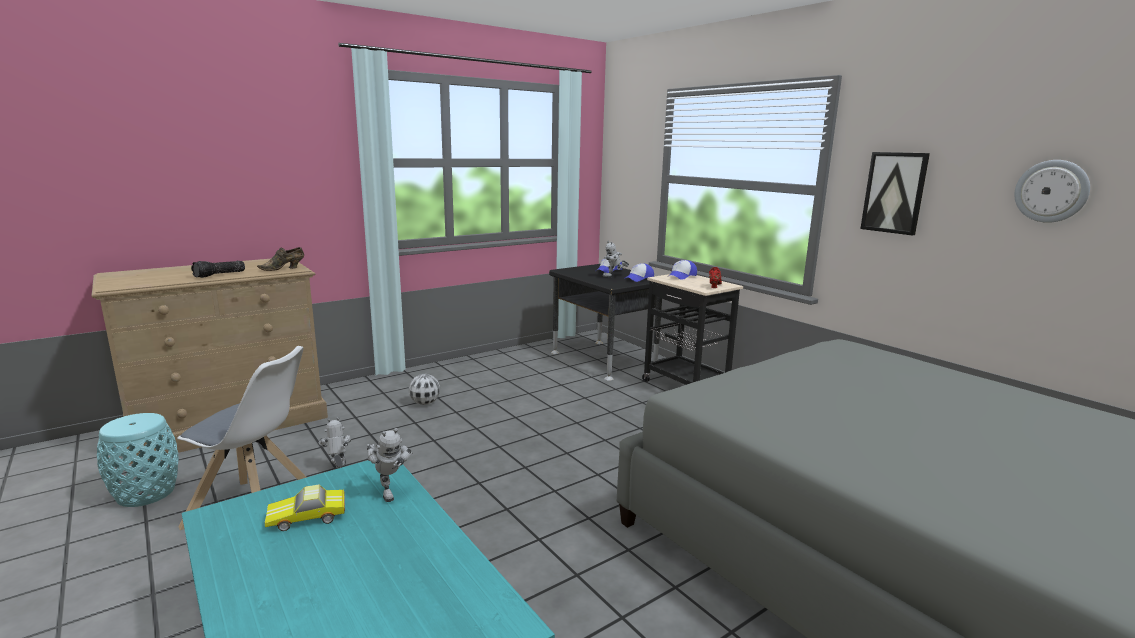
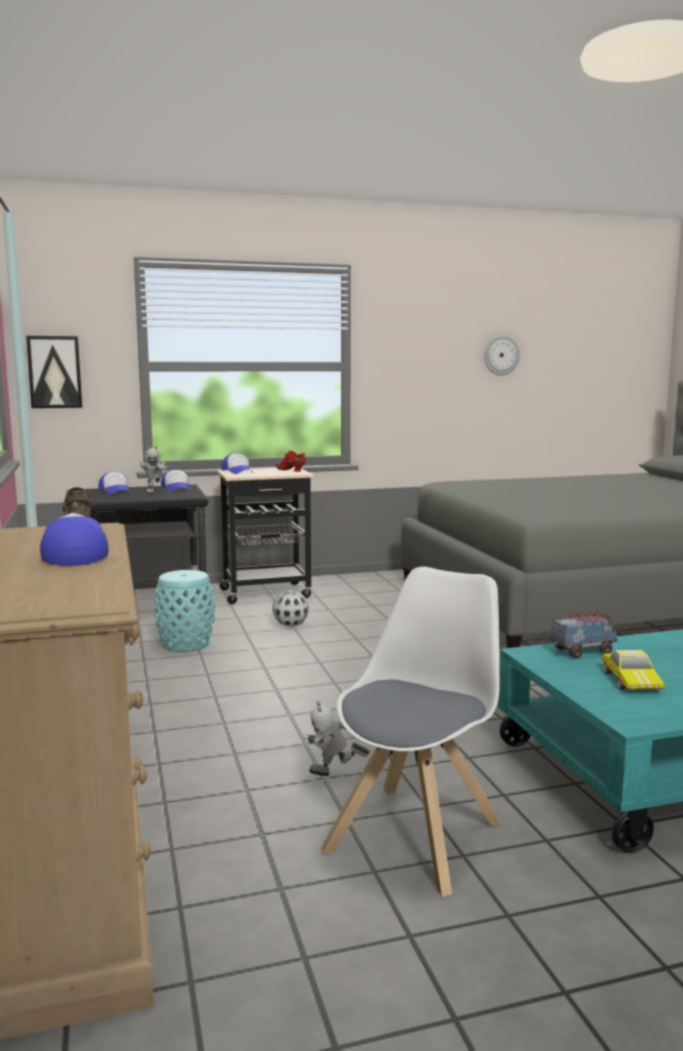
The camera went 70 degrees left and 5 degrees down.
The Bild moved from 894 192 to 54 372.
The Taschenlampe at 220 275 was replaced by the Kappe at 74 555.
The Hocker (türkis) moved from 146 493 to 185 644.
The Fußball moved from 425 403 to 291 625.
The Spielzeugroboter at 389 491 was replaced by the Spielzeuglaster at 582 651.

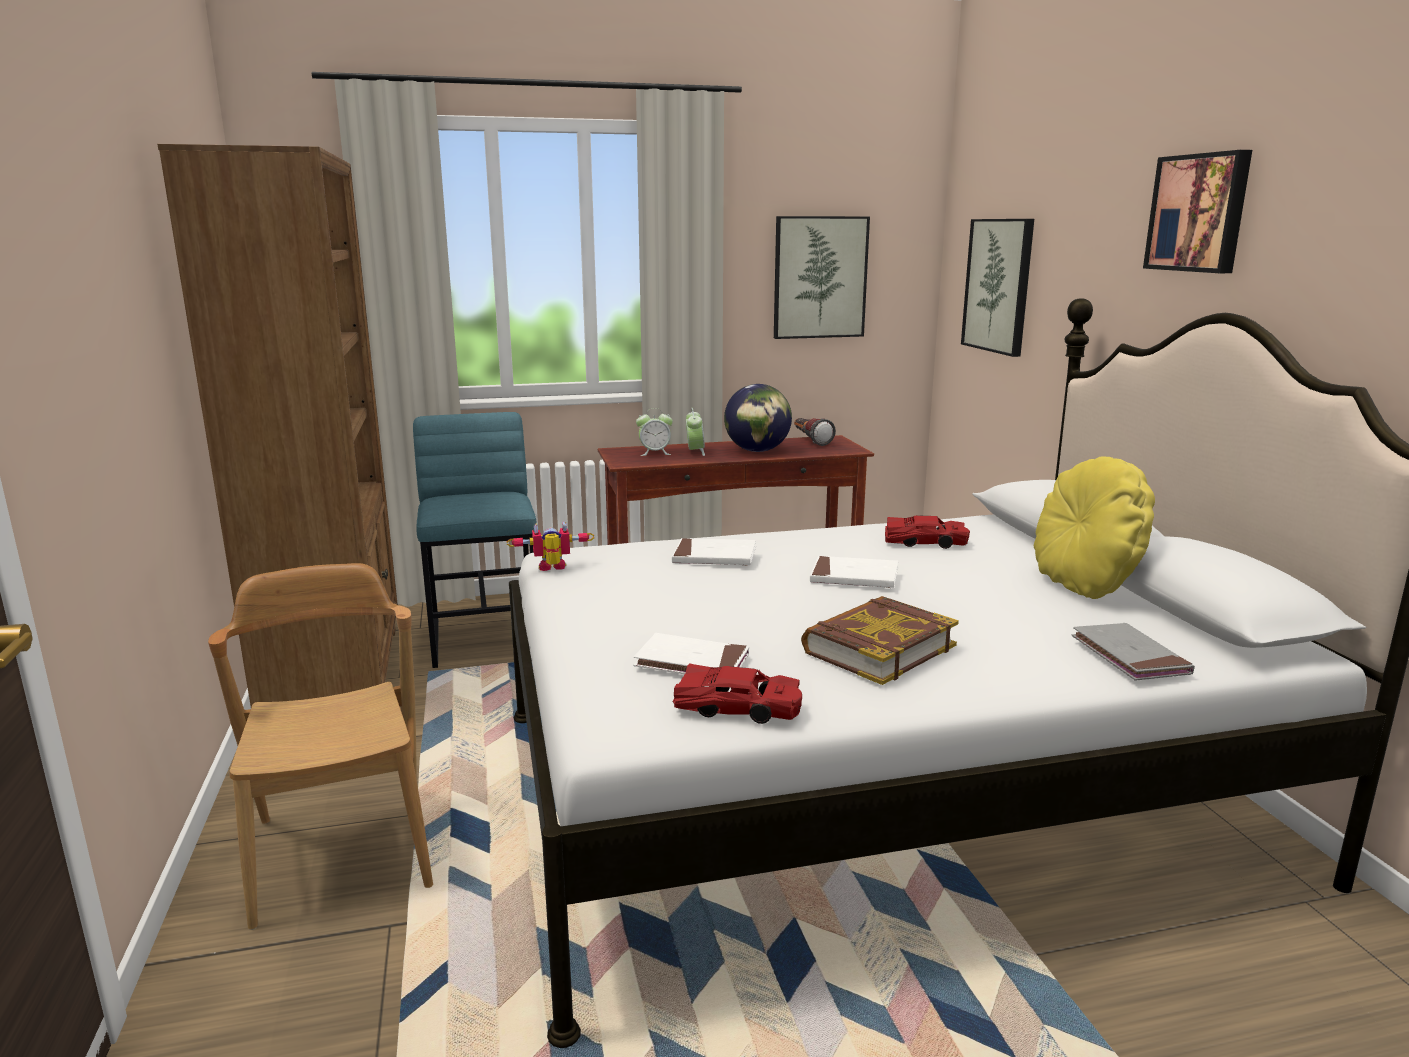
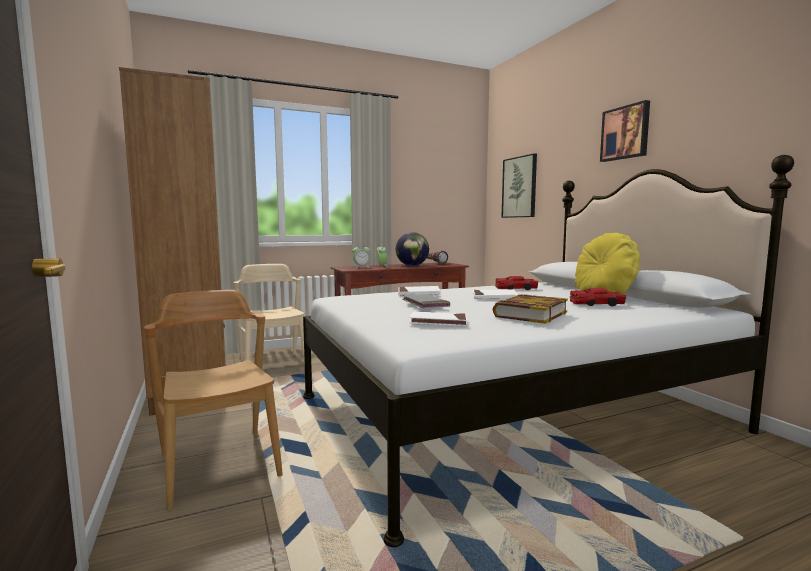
The camera went 10 degrees left and 10 degrees down.
The Hocker (blau) at 485 636 was replaced by the Stuhl (beige) at 273 365.
The Buch (grau) moved from 1129 656 to 425 304.
The Spielzeugauto (rot) moved from 737 708 to 597 304.
The Spielzeugroboter at 552 569 disappeared.
The Bild at 819 277 disappeared.

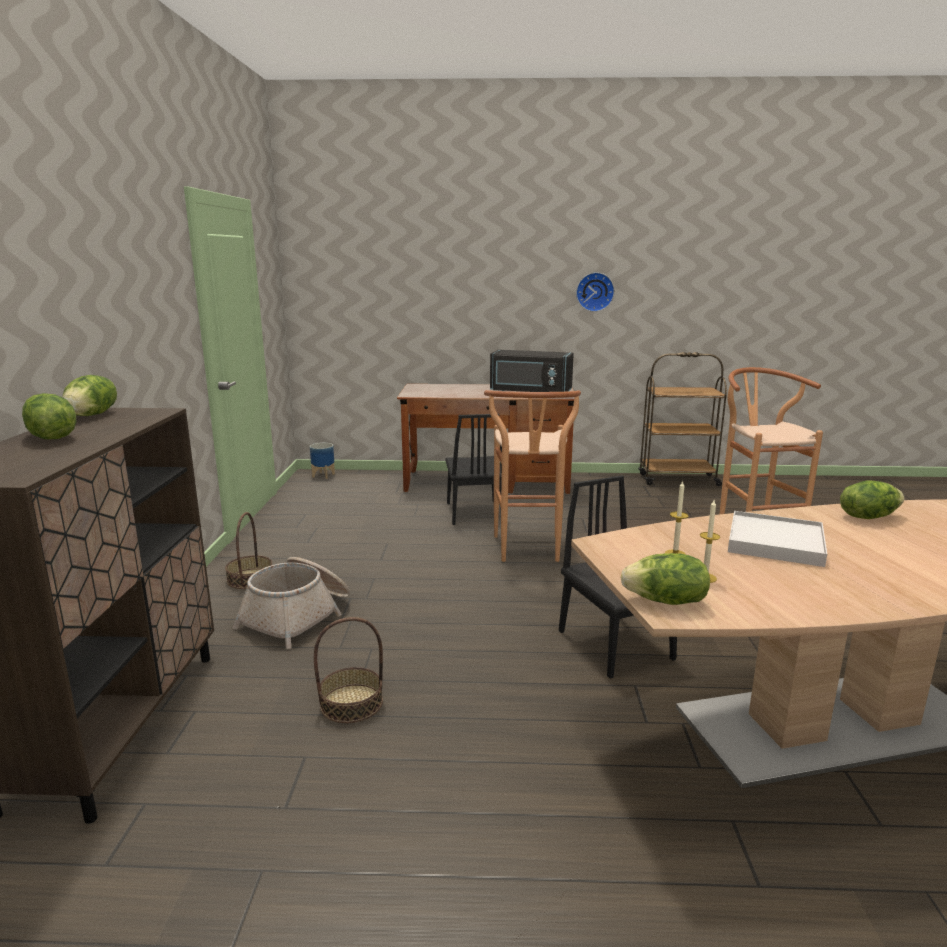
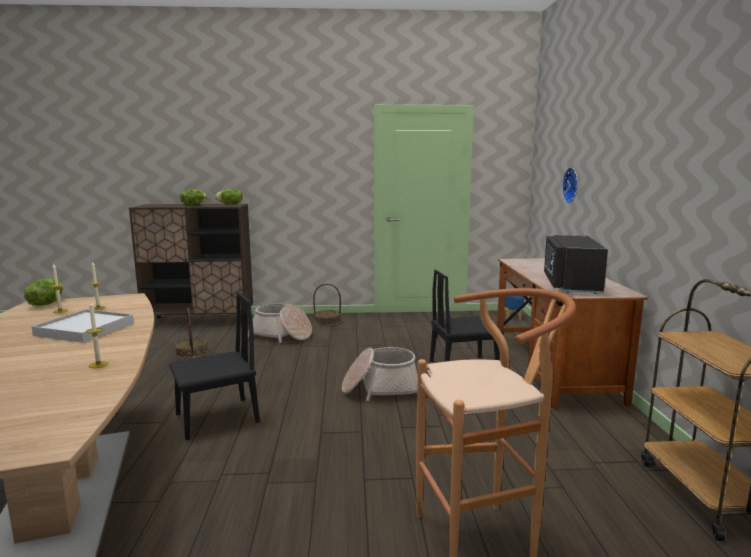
The camera went 85 degrees right and 5 degrees down.
The Salatkopf at 868 516 was replaced by the Kerze at 98 364.
The Hocker (braun) at 528 552 was replaced by the Korb at 380 389.
The Wanduhr moved from 594 292 to 572 185.

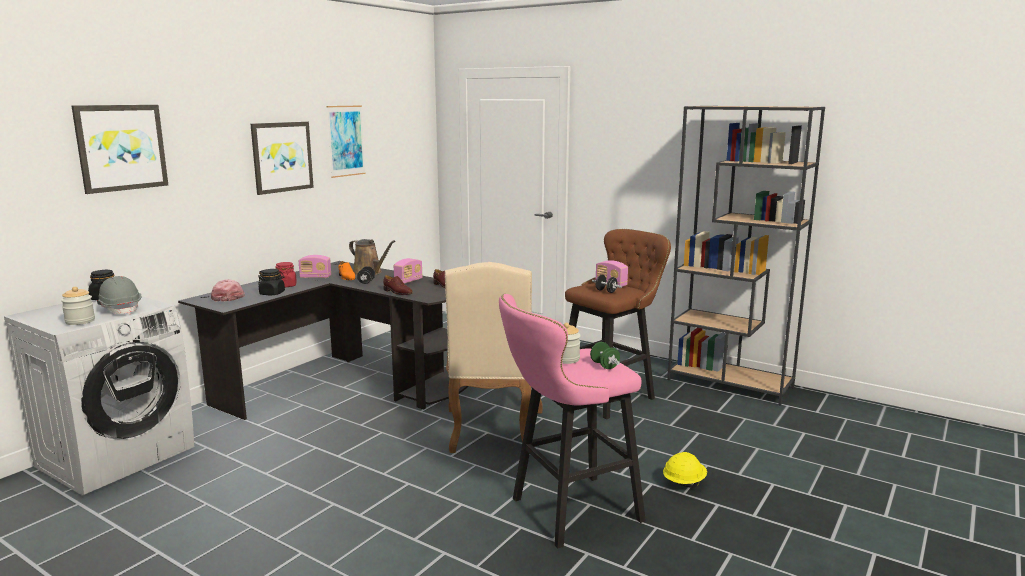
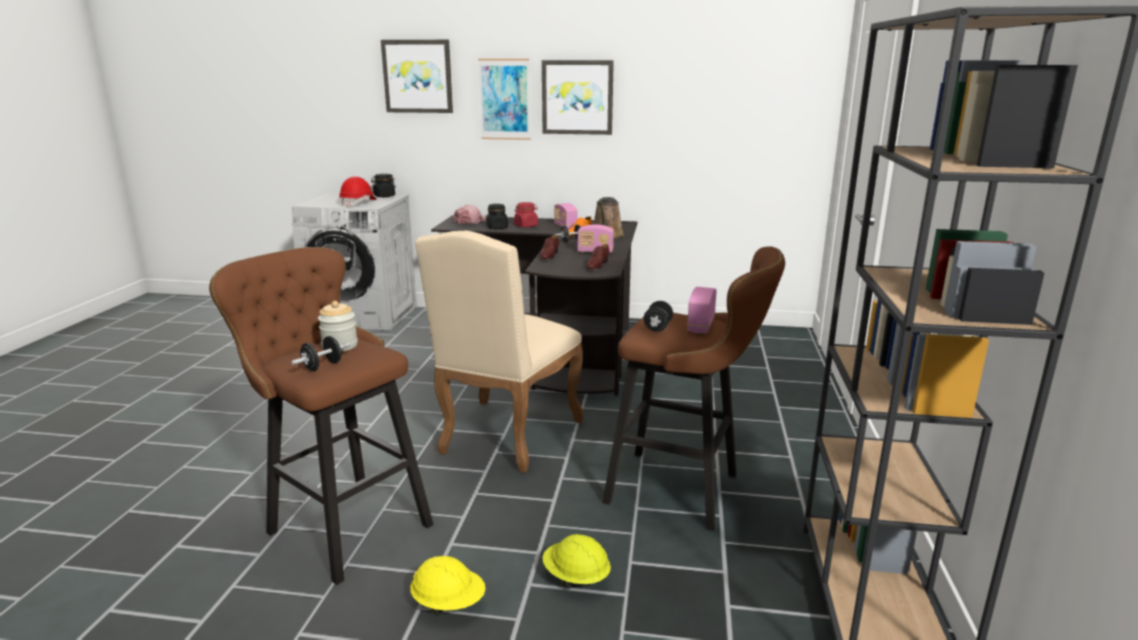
The camera went 65 degrees right and 5 degrees up.
The Hocker (rosa) at 563 513 became the Hocker (braun) at 339 521.
The Hantel (grün) at 604 365 became the Hantel (schwarz) at 322 366.
The Schutzhelm (grau) at 120 309 became the Schutzhelm (rot) at 358 203.
The Stuhl (beige) at 492 432 turned 45 degrees counterclockwise.
The Bild moved from 346 141 to 504 99.
The Schutzhelm (gelb) at 575 578 appeared.
The Vorratsglas at 80 321 disappeared.

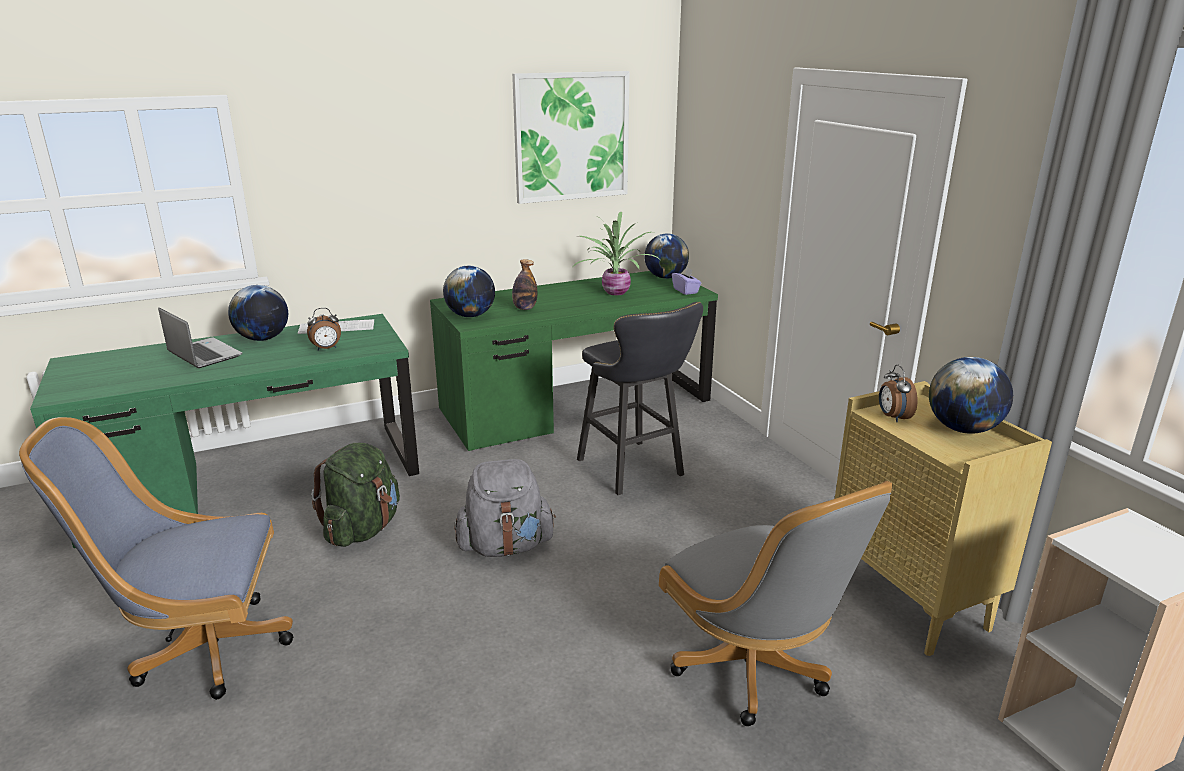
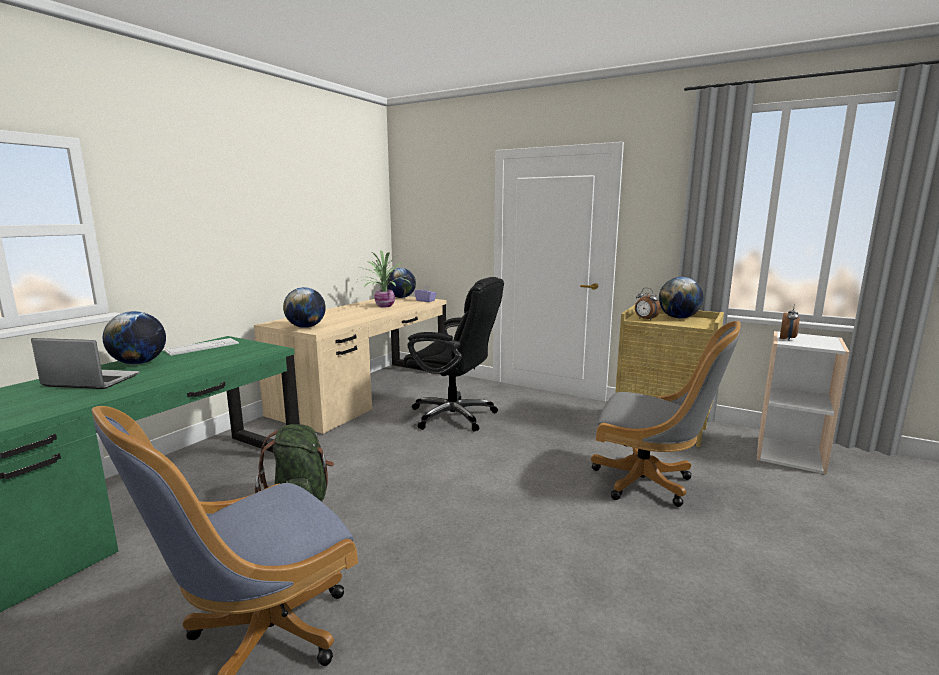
The camera went 35 degrees left and 10 degrees down.
The Schreibtisch (grün) at 576 405 became the Schreibtisch (beige) at 366 393.
The Hocker (schwarz) at 636 472 was replaced by the Bürostuhl (schwarz) at 453 415.
The Wecker moved from 327 349 to 787 339.
The Rucksack (grau) at 506 546 disappeared.
The Bild at 571 136 disappeared.
The Flasche at 525 308 disappeared.

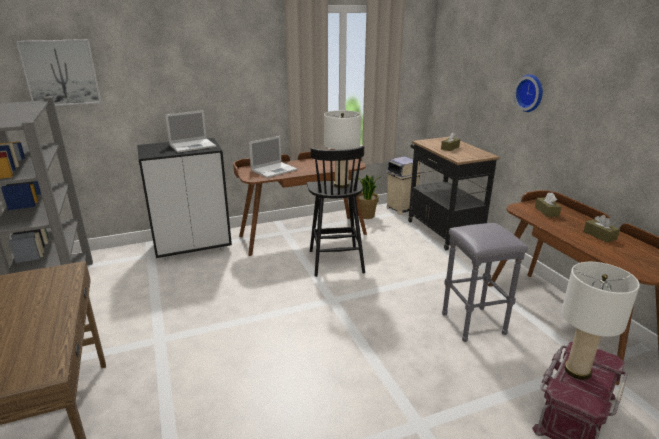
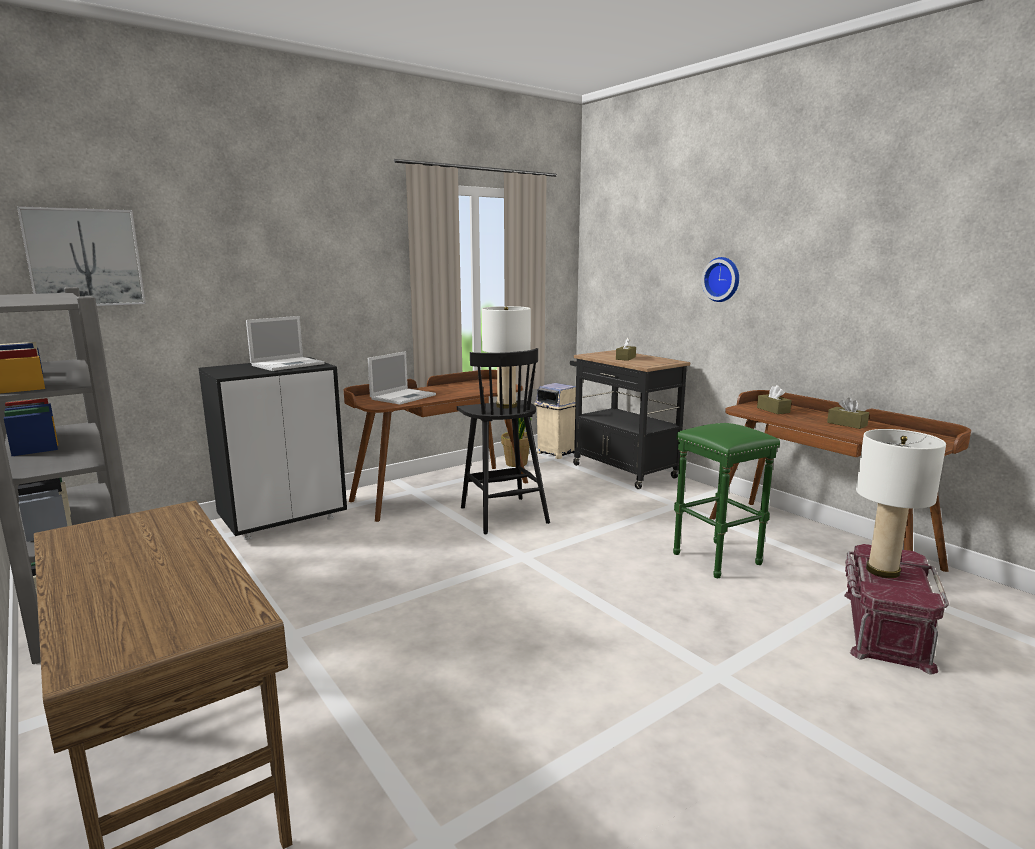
The camera went 15 degrees left and 10 degrees down.
The Hocker (grau) at 471 323 became the Hocker (grün) at 714 558.

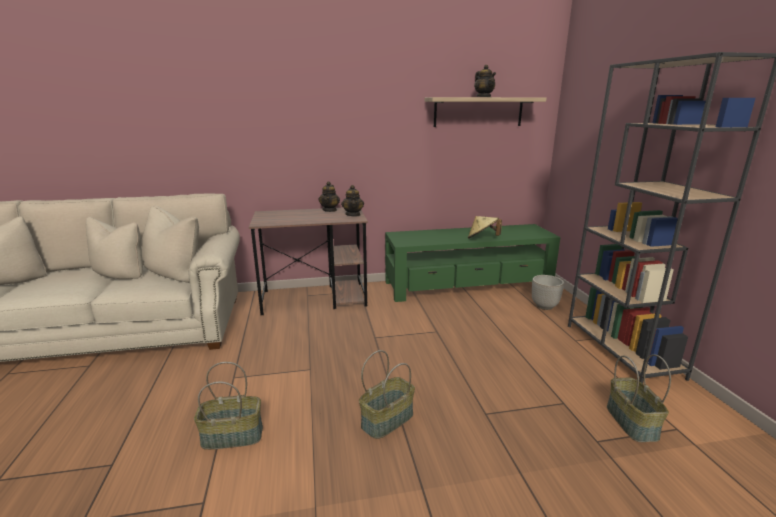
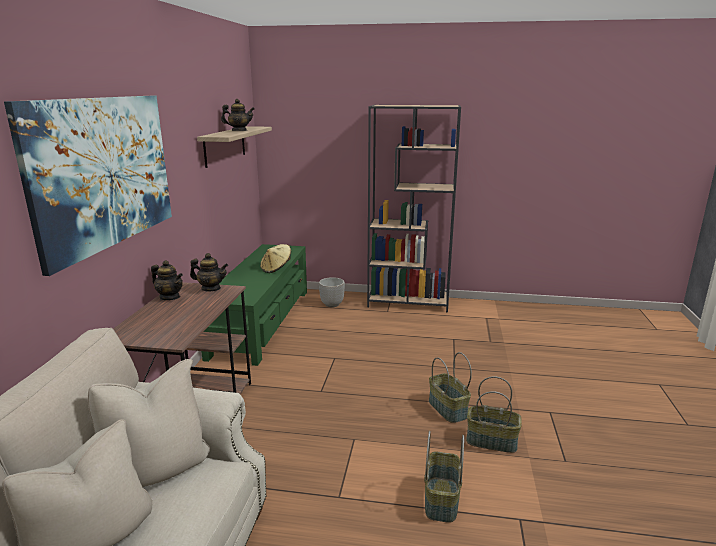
The camera went 70 degrees left and 0 degrees up.
The Bild at 104 172 appeared.
The Korb moved from 632 422 to 492 441.

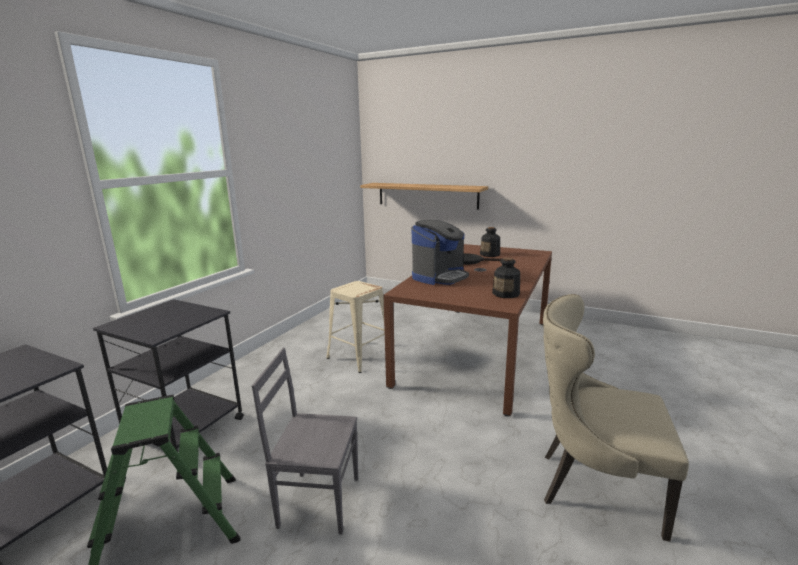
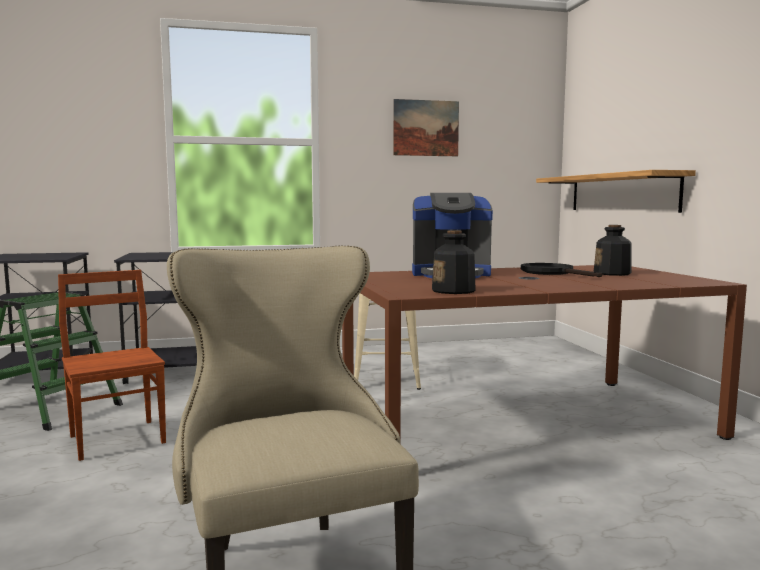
The camera went 50 degrees right and 10 degrees down.
The Stuhl (grau) at 318 500 became the Stuhl (braun) at 118 438.
The Bild at 426 128 appeared.

